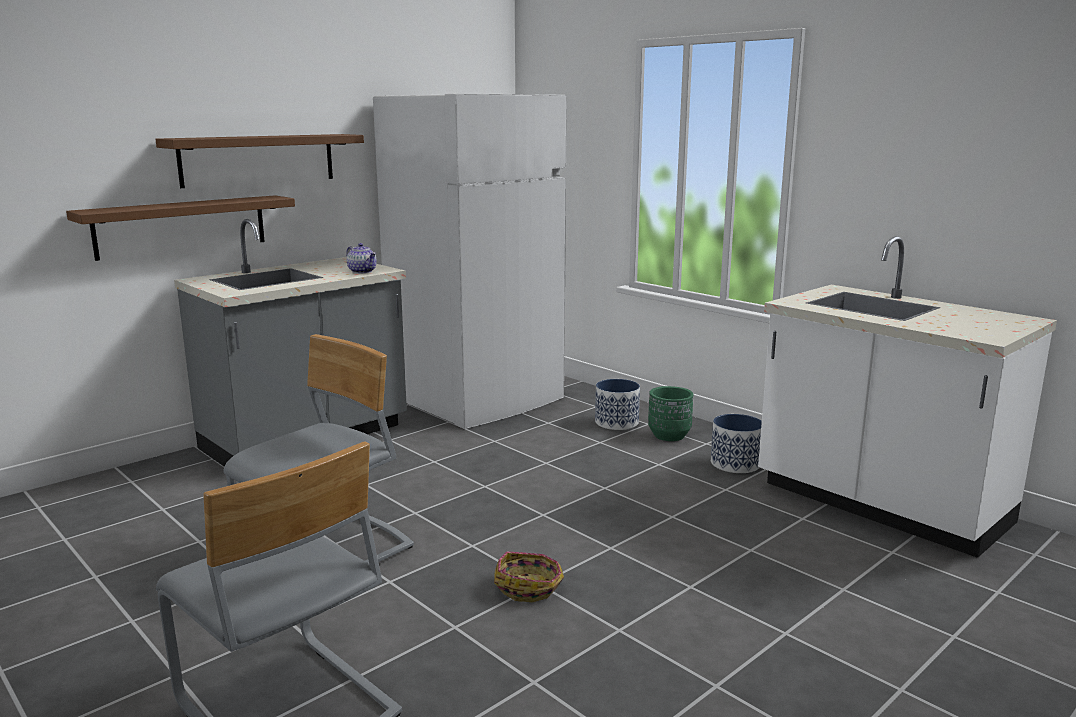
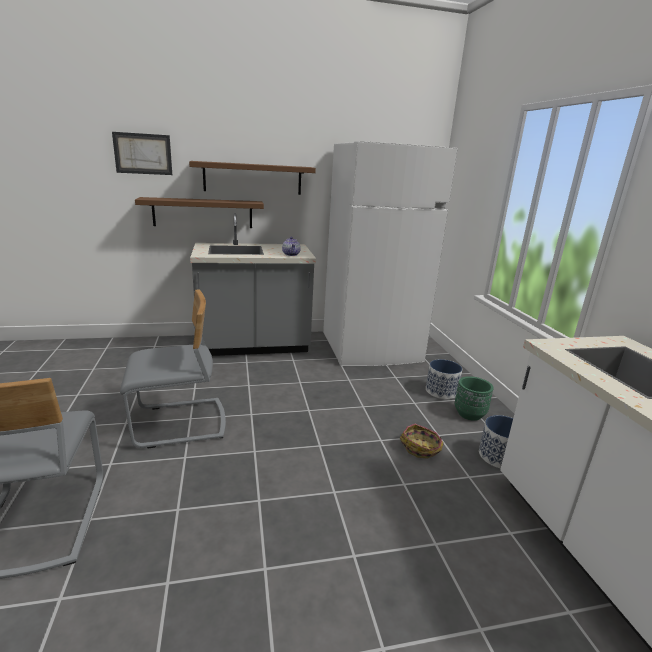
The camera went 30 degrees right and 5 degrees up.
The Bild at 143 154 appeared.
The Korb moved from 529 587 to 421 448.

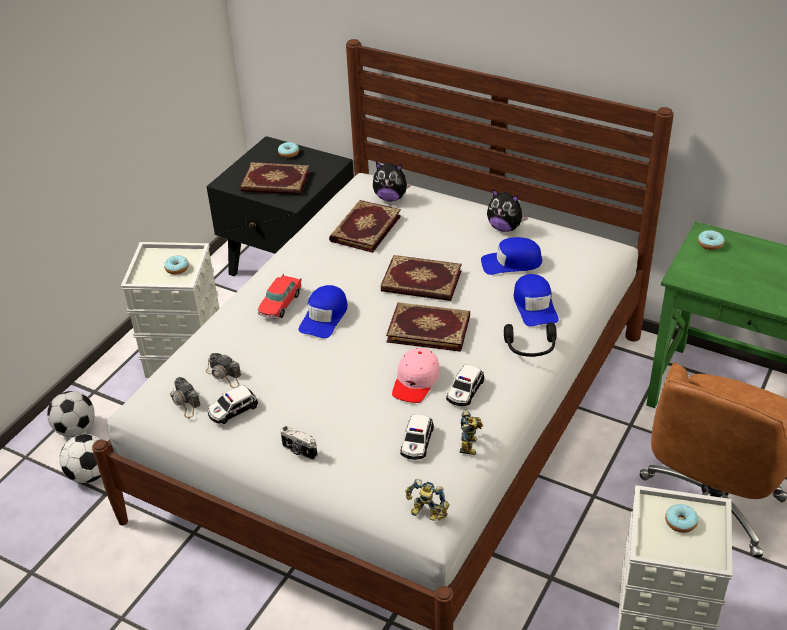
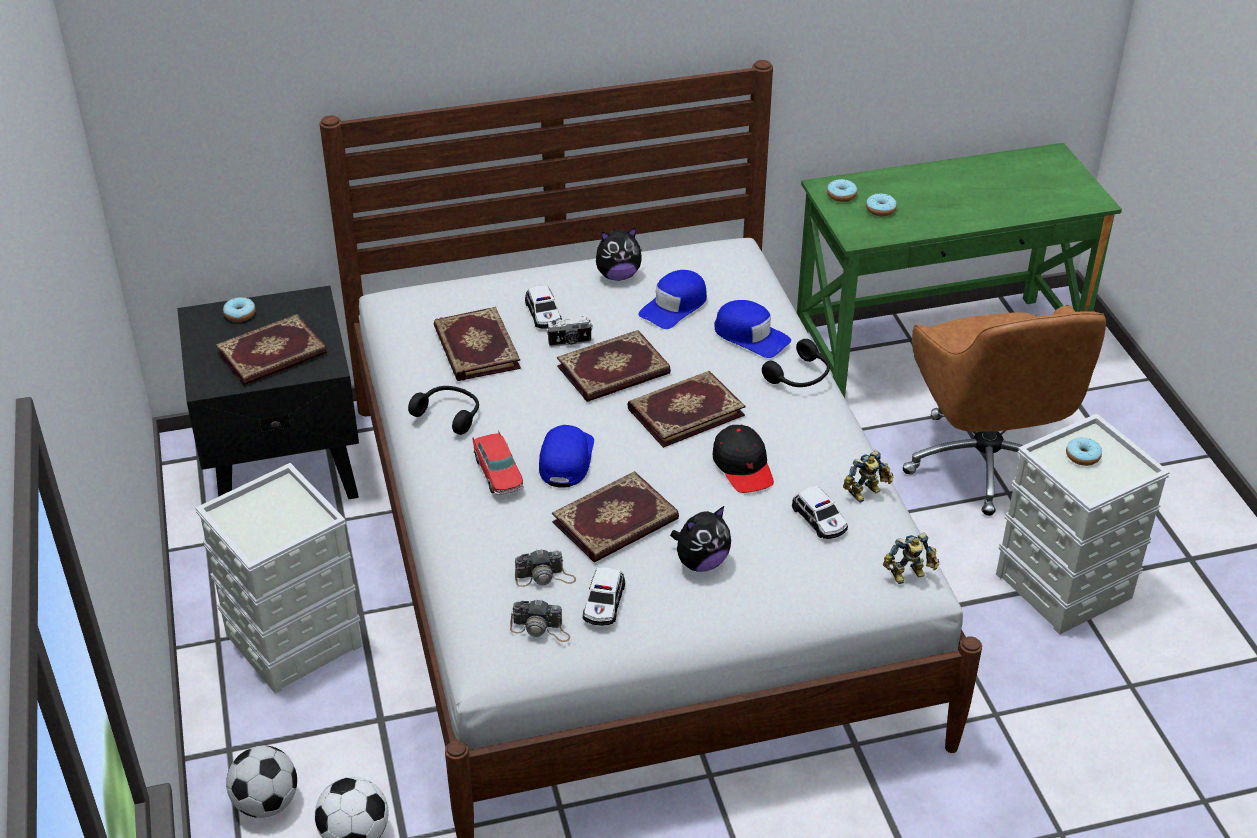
The camera went 45 degrees left and 0 degrees up.
The Kopfhörer (schwarz) at 449 414 appeared.
The Spielzeugauto moved from 465 391 to 543 314.
The Kappe (blau) at 324 317 turned 150 degrees counterclockwise.
The Kamera moved from 299 451 to 570 342.
The Buch at 616 522 appeared.
The Plüschtier moved from 390 198 to 701 562.
The Kappe (rosa) at 416 381 became the Kappe (schwarz) at 743 467.
The Spielzeugroboter at 470 445 turned 90 degrees clockwise.
The Donut moved from 177 268 to 880 210.

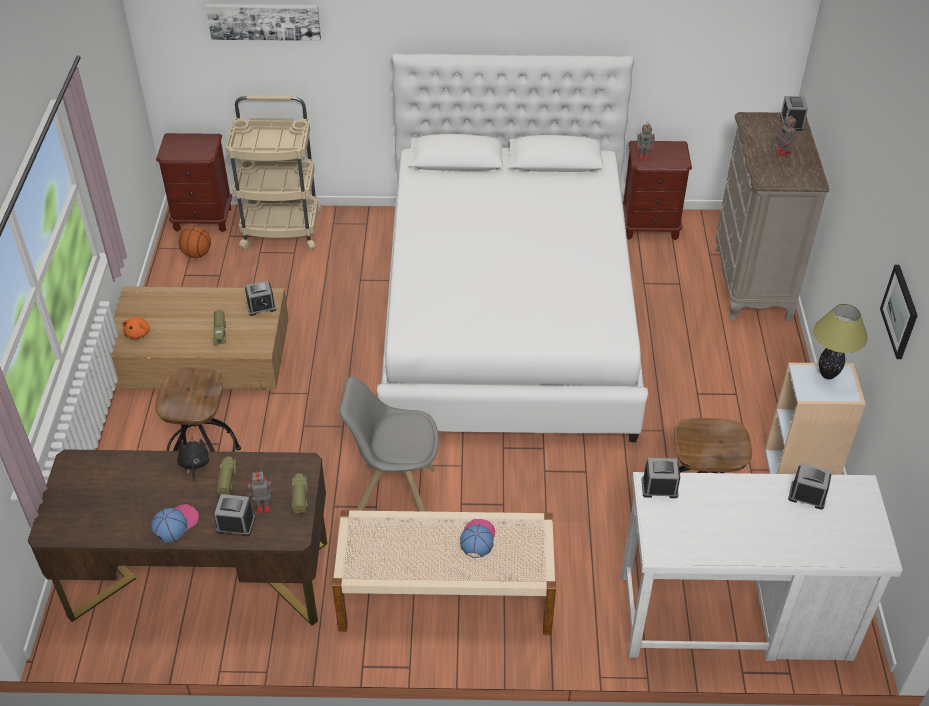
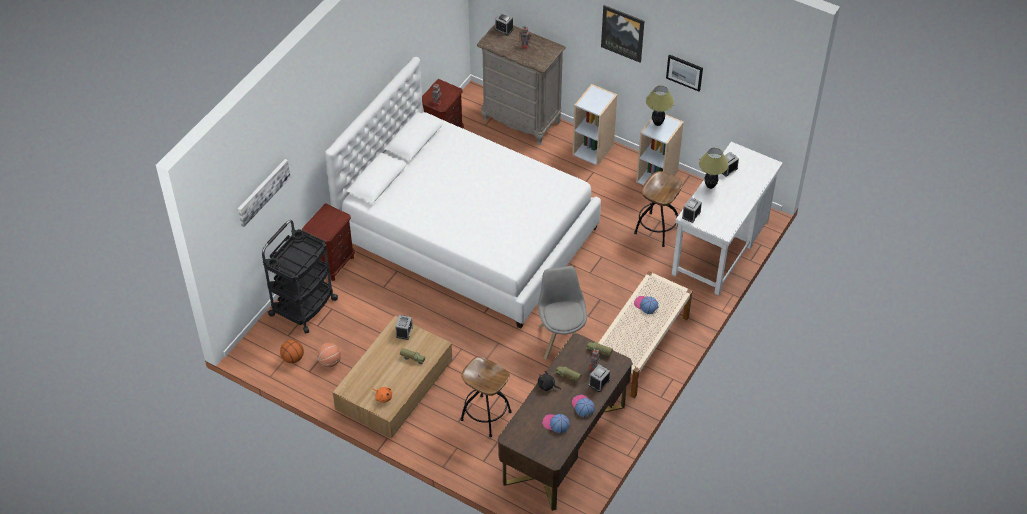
The camera went 60 degrees left and 5 degrees up.
The Rollwagen (beige) at 281 230 became the Rollwagen (schwarz) at 304 307.
The Nachttisch (braun) moved from 203 219 to 332 263.
The Basketball at 329 362 appeared.
The Stuhl (grau) at 395 491 turned 135 degrees clockwise.
The Kappe at 556 424 appeared.
The Bücherregal at 593 149 appeared.
The Bild at 623 33 appeared.
The Tischlampe at 710 186 appeared.

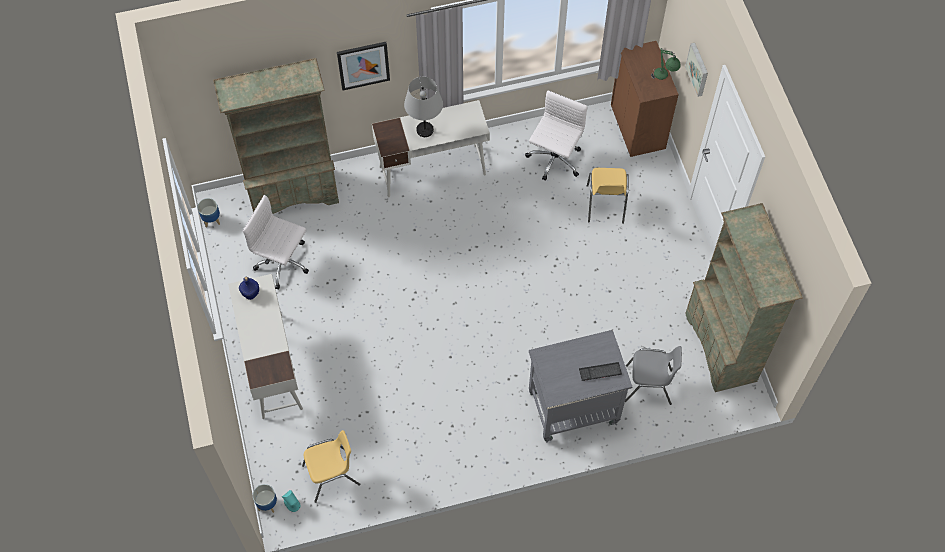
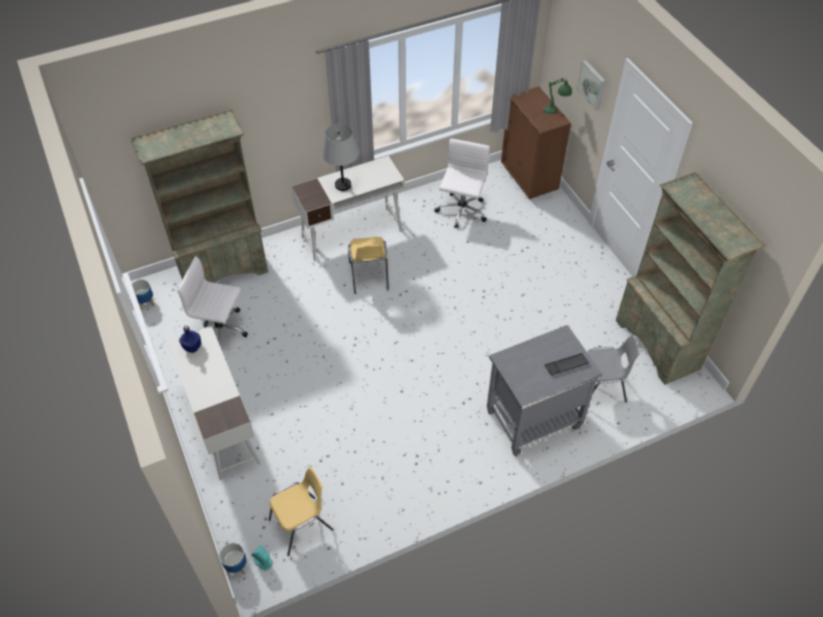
The camera went 10 degrees left and 10 degrees down.
The Stuhl (gelb) moved from 605 205 to 369 277.
The Bild at 363 65 disappeared.

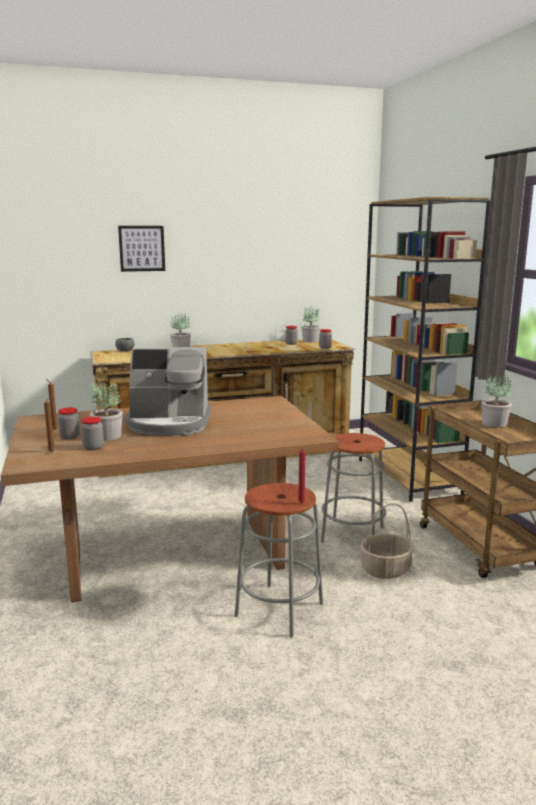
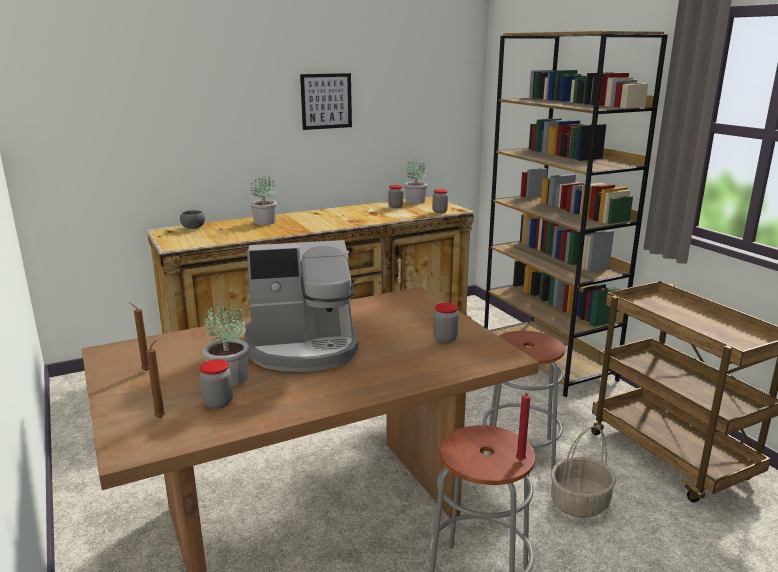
The camera went 10 degrees left and 5 degrees up.
The Bild moved from 142 248 to 326 101.
The Vorratsglas moved from 70 437 to 445 338.
The Topfpflanze at 494 424 disappeared.

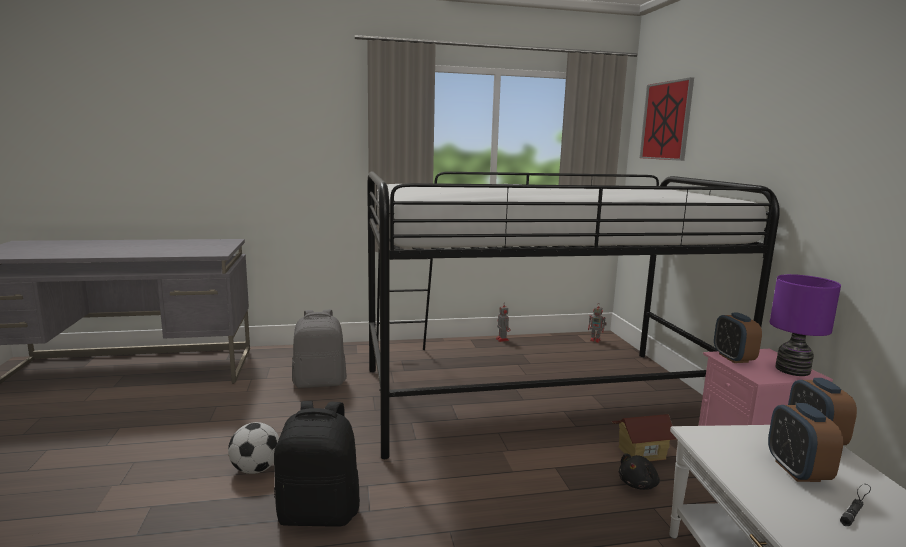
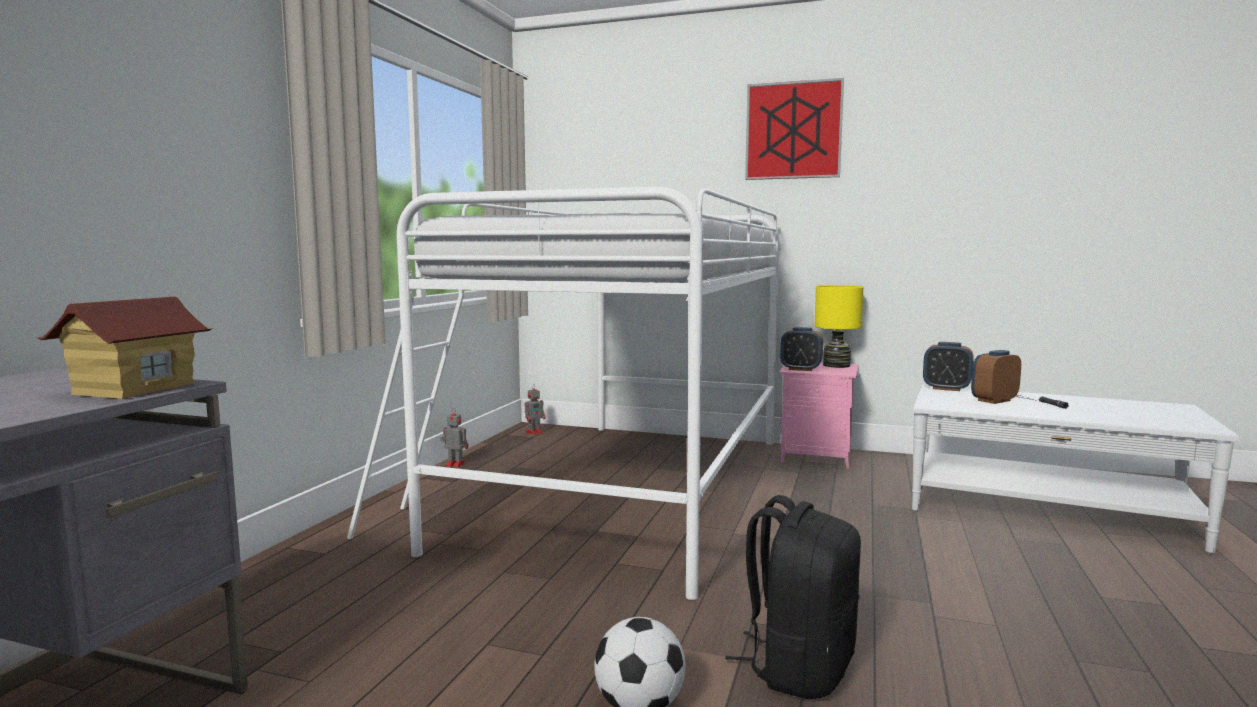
The camera went 60 degrees left and 5 degrees down.
The Spielzeughaus moved from 641 453 to 134 389.
The Bett (schwarz) at 534 395 became the Bett (weiß) at 625 488.
The Bild moved from 666 121 to 793 130.
The Tischlampe (lila) at 792 370 became the Tischlampe (gelb) at 836 365.
The Wecker at 797 471 turned 120 degrees clockwise.
The Rucksack (grau) at 320 382 disappeared.
The Plüschtier (schwarz) at 638 484 disappeared.

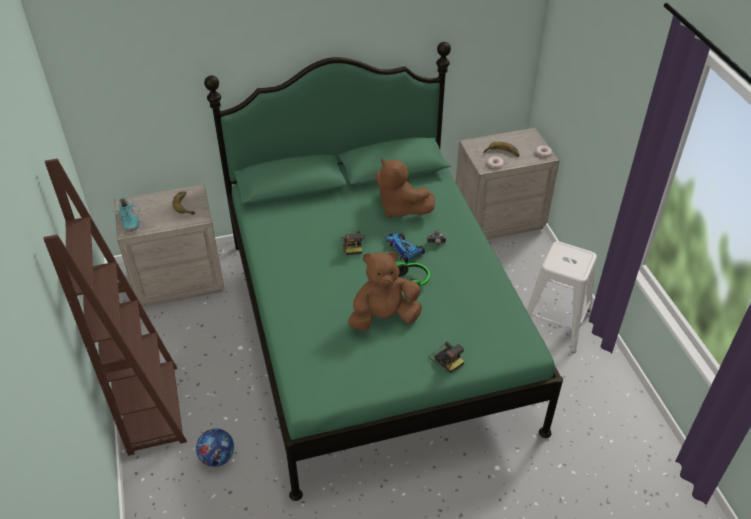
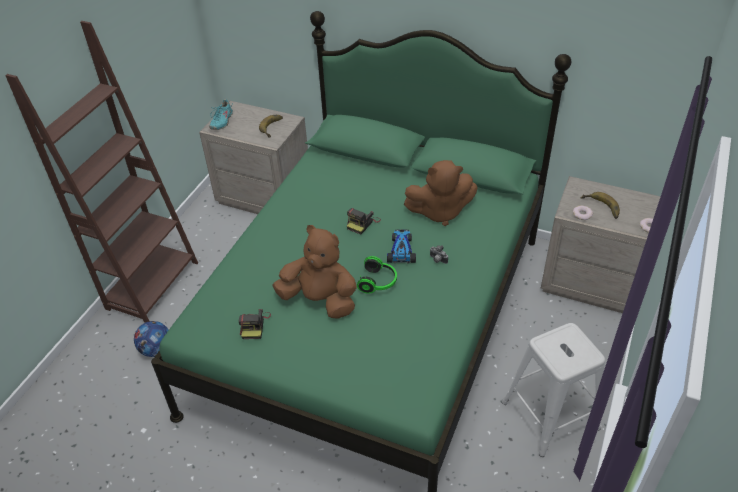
The camera went 40 degrees right and 0 degrees up.
The Kamera moved from 446 358 to 254 325.
The Plüschtier (braun) at 400 208 turned 90 degrees counterclockwise.

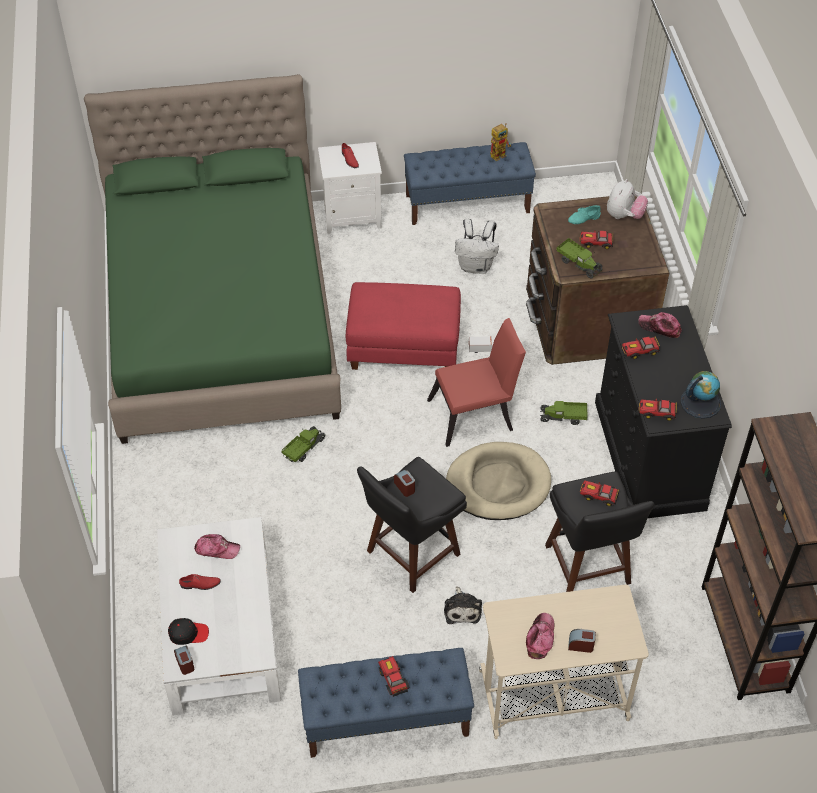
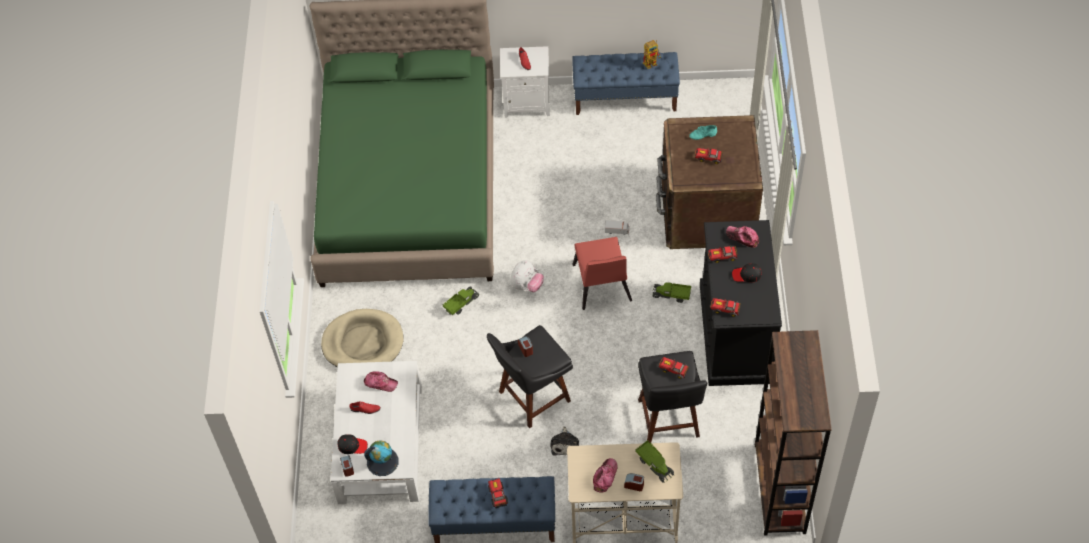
The camera went 10 degrees right and 5 degrees up.
The Hundebett (beige) moved from 498 484 to 363 343.
The Globus moved from 700 402 to 382 461.
The Plüschtier moved from 624 216 to 526 285.
The Stuhl (rot) at 476 414 turned 90 degrees clockwise.
The Spielzeuglaster moved from 579 264 to 655 464.
The Kappe (schwarz) at 746 275 appeared.
The Polsterhocker (rot) at 404 346 disappeared.
The Rucksack (weiß) at 476 266 disappeared.

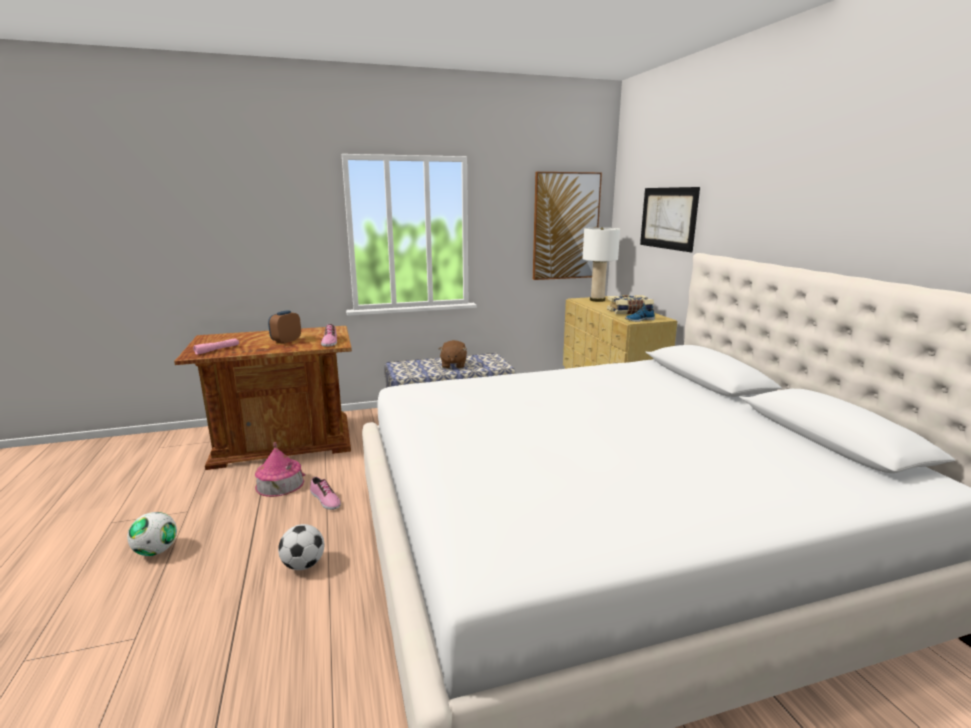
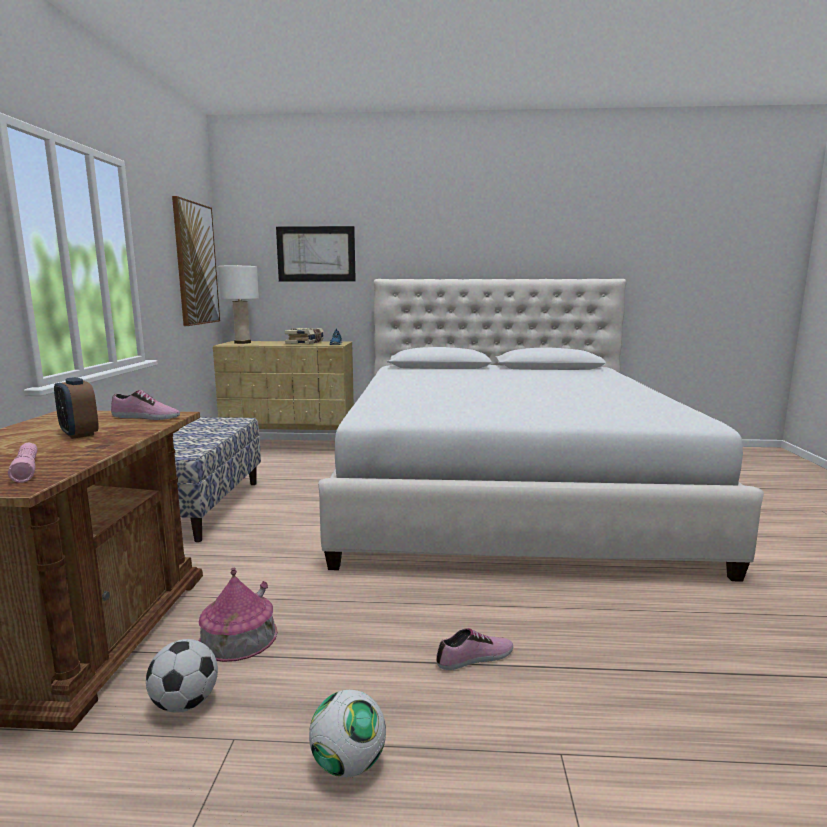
The camera went 70 degrees left and 5 degrees down.
The Fußball moved from 303 565 to 185 703.
The Schuh moved from 325 499 to 475 658.
The Plüschtier (braun) at 453 365 disappeared.

